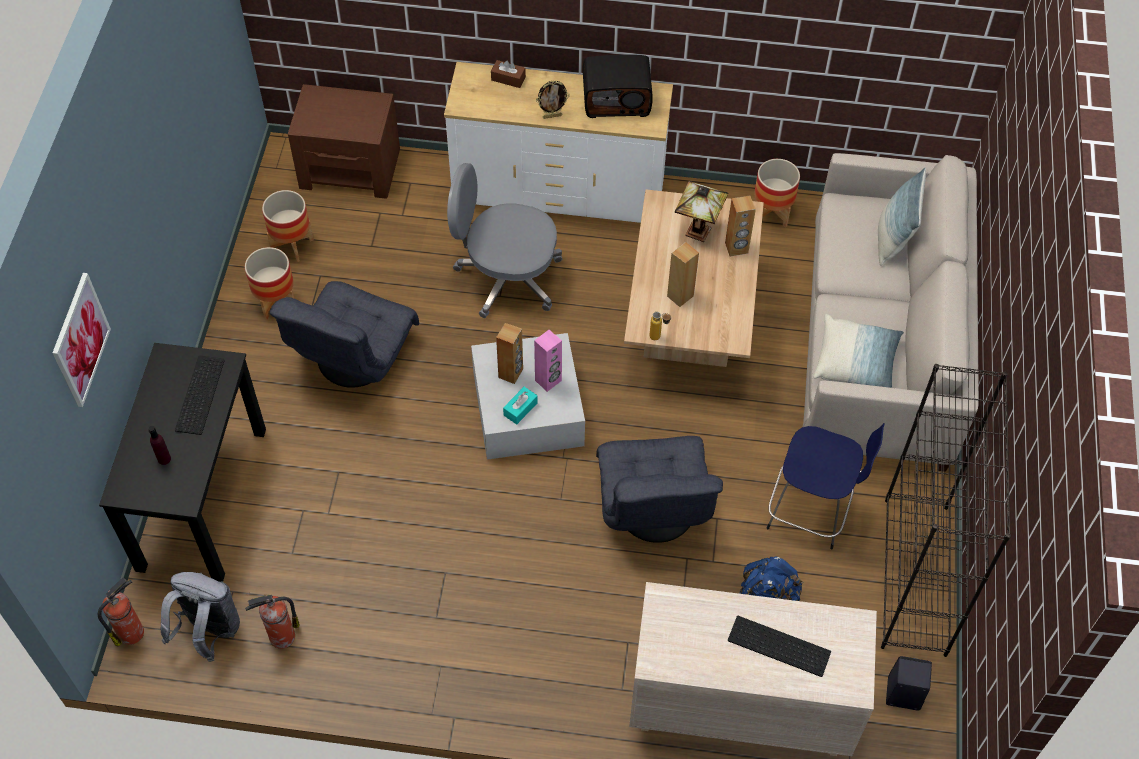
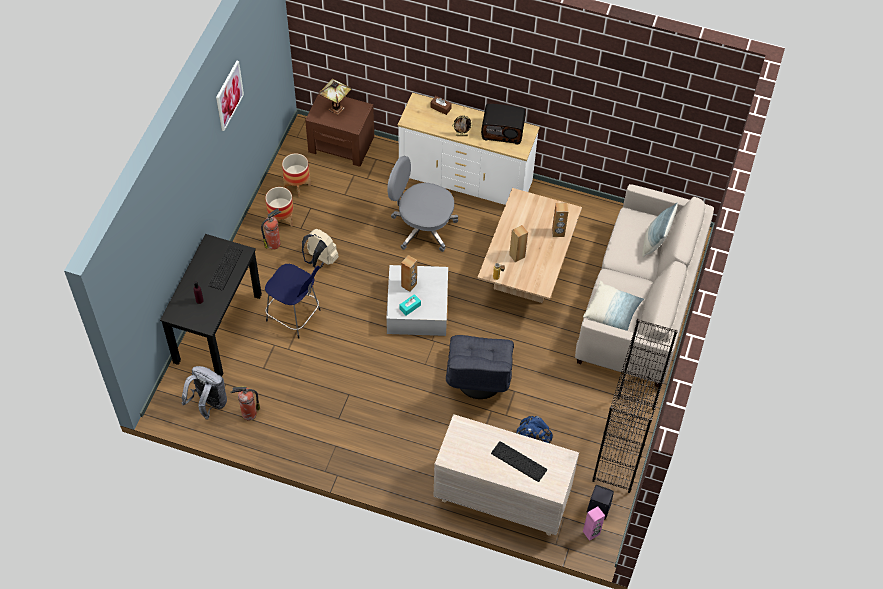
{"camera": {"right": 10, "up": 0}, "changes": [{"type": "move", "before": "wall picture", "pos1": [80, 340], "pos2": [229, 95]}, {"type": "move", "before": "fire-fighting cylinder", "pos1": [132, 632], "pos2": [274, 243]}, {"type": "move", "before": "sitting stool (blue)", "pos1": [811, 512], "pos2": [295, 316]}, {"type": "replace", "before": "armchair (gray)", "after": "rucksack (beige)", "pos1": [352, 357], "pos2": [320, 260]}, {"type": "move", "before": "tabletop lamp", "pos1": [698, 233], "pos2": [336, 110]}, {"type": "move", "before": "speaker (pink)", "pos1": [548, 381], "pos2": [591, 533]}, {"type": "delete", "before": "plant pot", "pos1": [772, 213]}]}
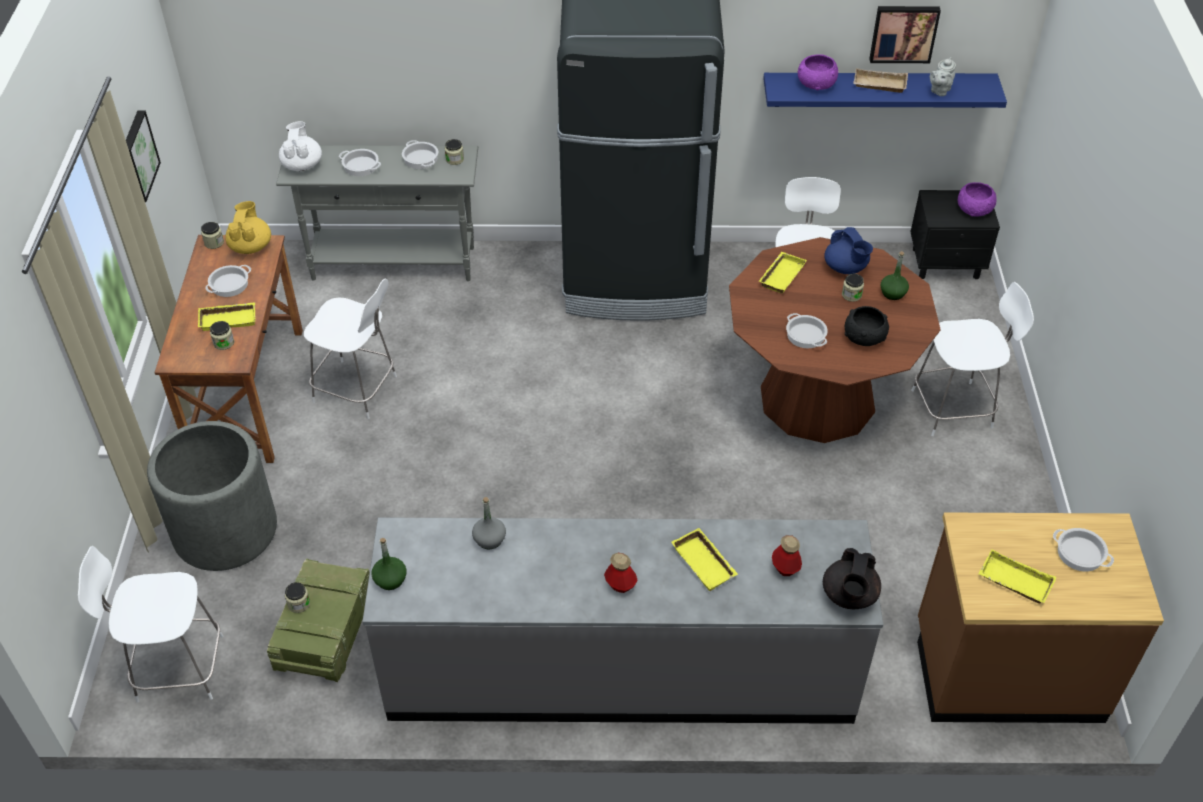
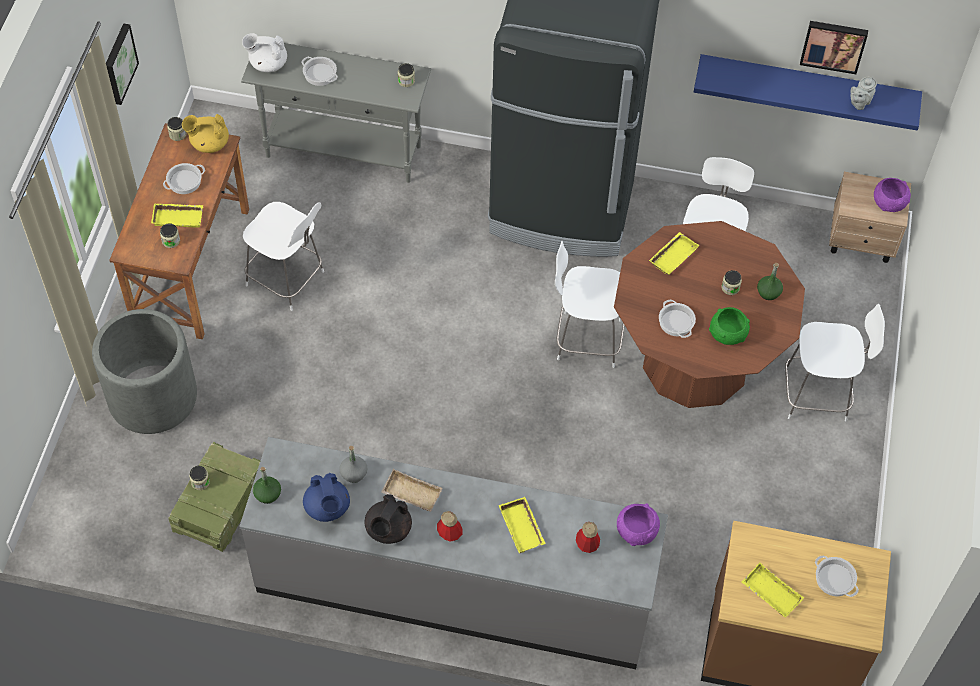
{"camera": {"right": 10, "up": 10}, "changes": [{"type": "rotate", "before": "pot for tea (yellowish)", "pos1": [251, 246], "pos2": [209, 143], "turn": -105}, {"type": "rotate", "before": "pot for tea (white-coloured)", "pos1": [302, 165], "pos2": [267, 64], "turn": -90}, {"type": "move", "before": "pot for tea (blue)", "pos1": [846, 268], "pos2": [327, 508]}, {"type": "move", "before": "pot for tea (black)", "pos1": [849, 596], "pos2": [388, 530]}, {"type": "move", "before": "serving tray (beige)", "pos1": [878, 85], "pos2": [410, 494]}, {"type": "move", "before": "plain chair (white-coloured)", "pos1": [176, 668], "pos2": [586, 339]}, {"type": "move", "before": "serving bowl (purple-coloured)", "pos1": [816, 84], "pos2": [636, 531]}, {"type": "recolor", "before": "serving bowl (black)", "after": "serving bowl (green)", "pos1": [864, 337], "pos2": [727, 333]}, {"type": "recolor", "before": "bedside table (black)", "after": "bedside table (beige)", "pos1": [946, 263], "pos2": [862, 240]}, {"type": "delete", "before": "saucepot", "pos1": [420, 159]}]}
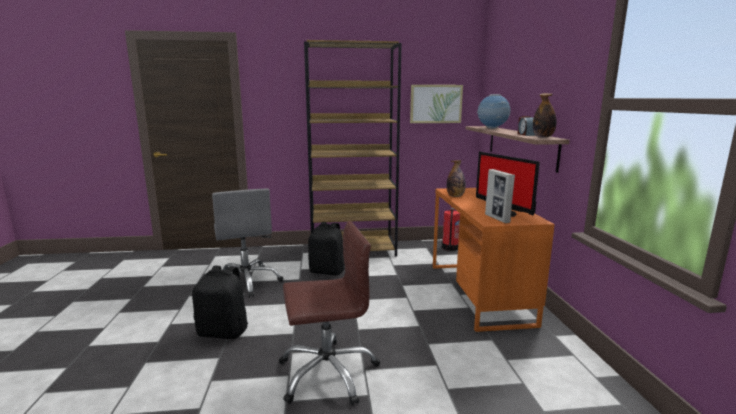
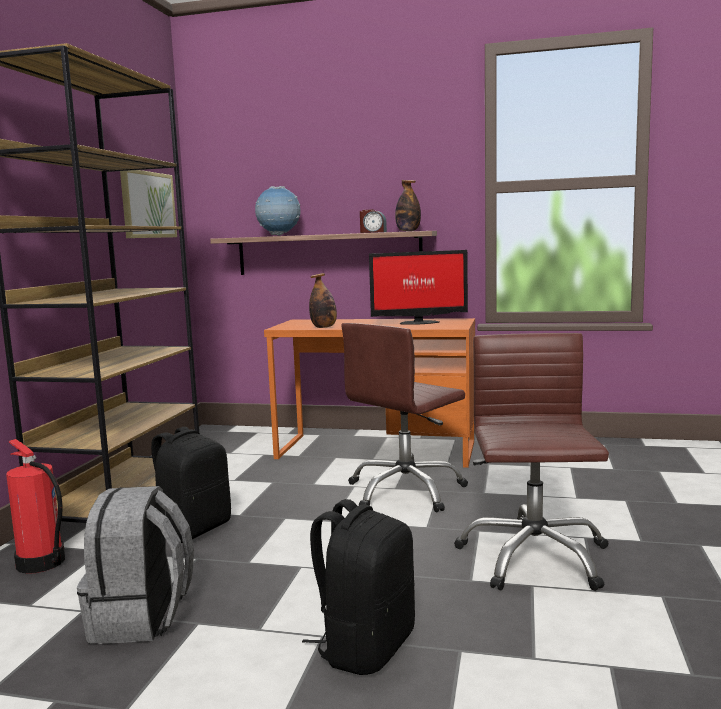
{"camera": {"right": -70, "up": -5}, "changes": [{"type": "move", "before": "fire-fighting cylinder", "pos1": [450, 248], "pos2": [41, 563]}, {"type": "replace", "before": "computer chair (gray)", "after": "rucksack (gray)", "pos1": [247, 282], "pos2": [142, 619]}, {"type": "insert", "after": "computer chair (brownish)", "pos2": [406, 491]}, {"type": "delete", "before": "photo frame", "pos1": [497, 218]}]}
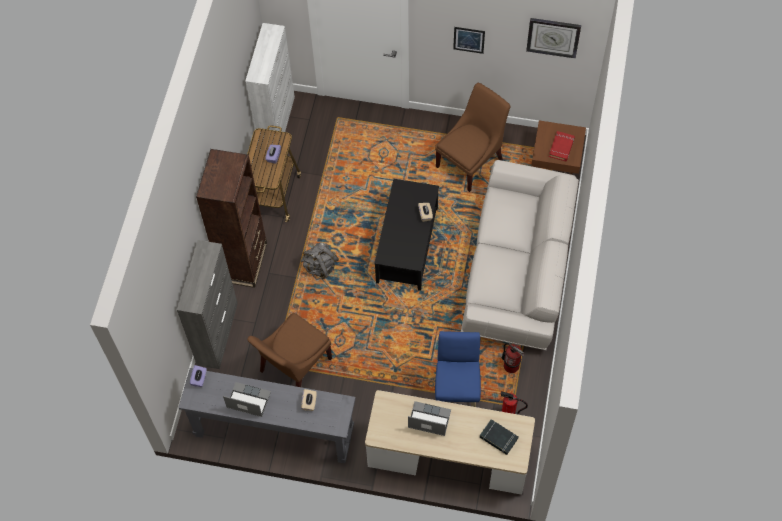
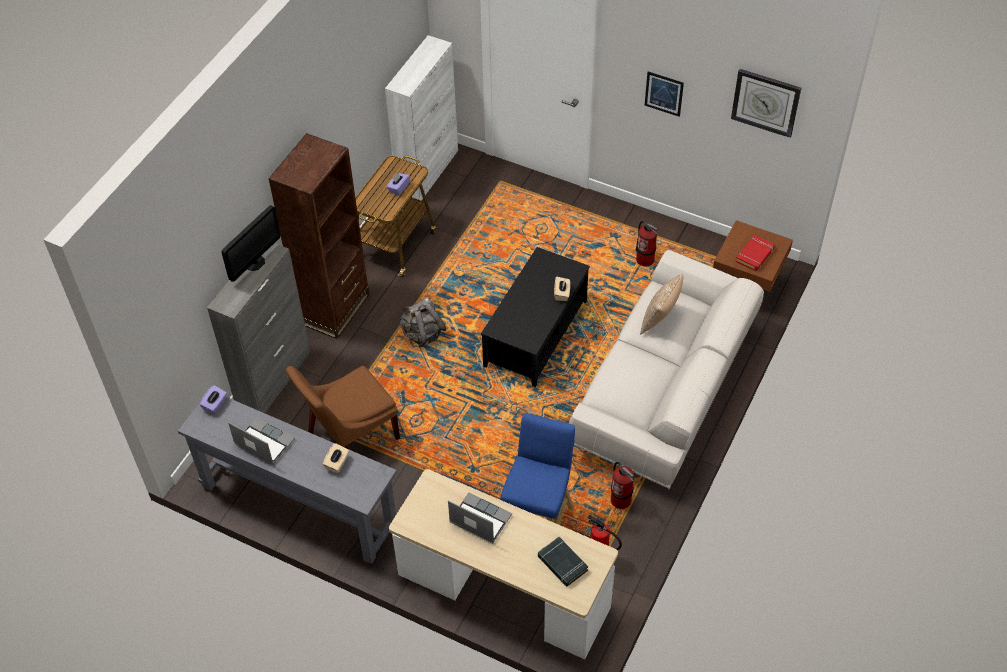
{"camera": {"right": 15, "up": -10}, "changes": [{"type": "insert", "after": "computer screen", "pos2": [255, 263]}, {"type": "replace", "before": "plain chair (brownish)", "after": "fire-fighting cylinder", "pos1": [471, 161], "pos2": [645, 259]}, {"type": "insert", "after": "cushion", "pos2": [660, 319]}]}
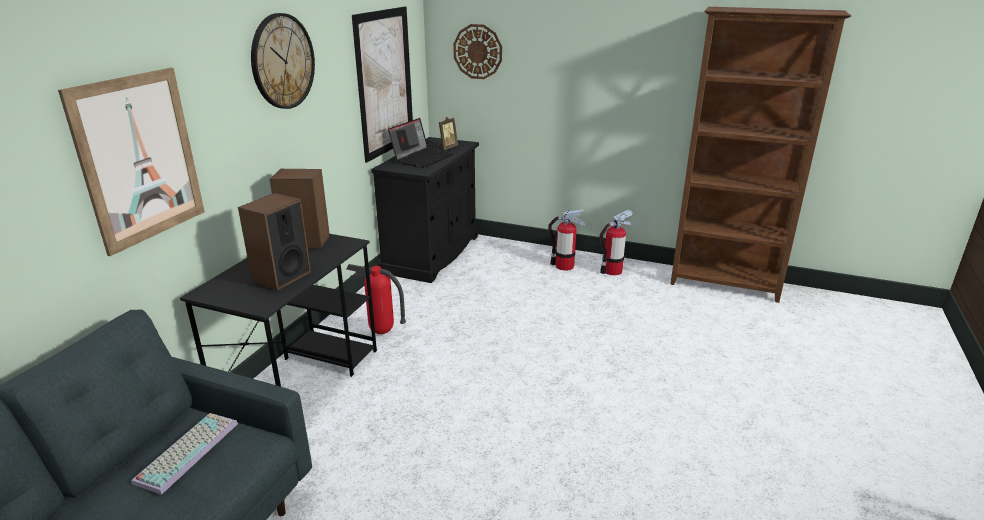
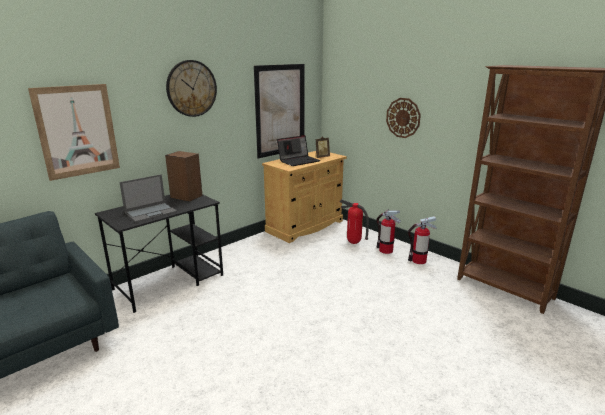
{"camera": {"right": 25, "up": -5}, "changes": [{"type": "replace", "before": "speaker", "after": "laptop", "pos1": [281, 277], "pos2": [151, 212]}, {"type": "recolor", "before": "storage cabinet (black)", "after": "storage cabinet (beige)", "pos1": [432, 254], "pos2": [305, 226]}, {"type": "move", "before": "fire-fighting cylinder", "pos1": [381, 332], "pos2": [353, 243]}, {"type": "move", "before": "wall clock", "pos1": [478, 51], "pos2": [403, 118]}, {"type": "delete", "before": "keyboard", "pos1": [187, 450]}]}
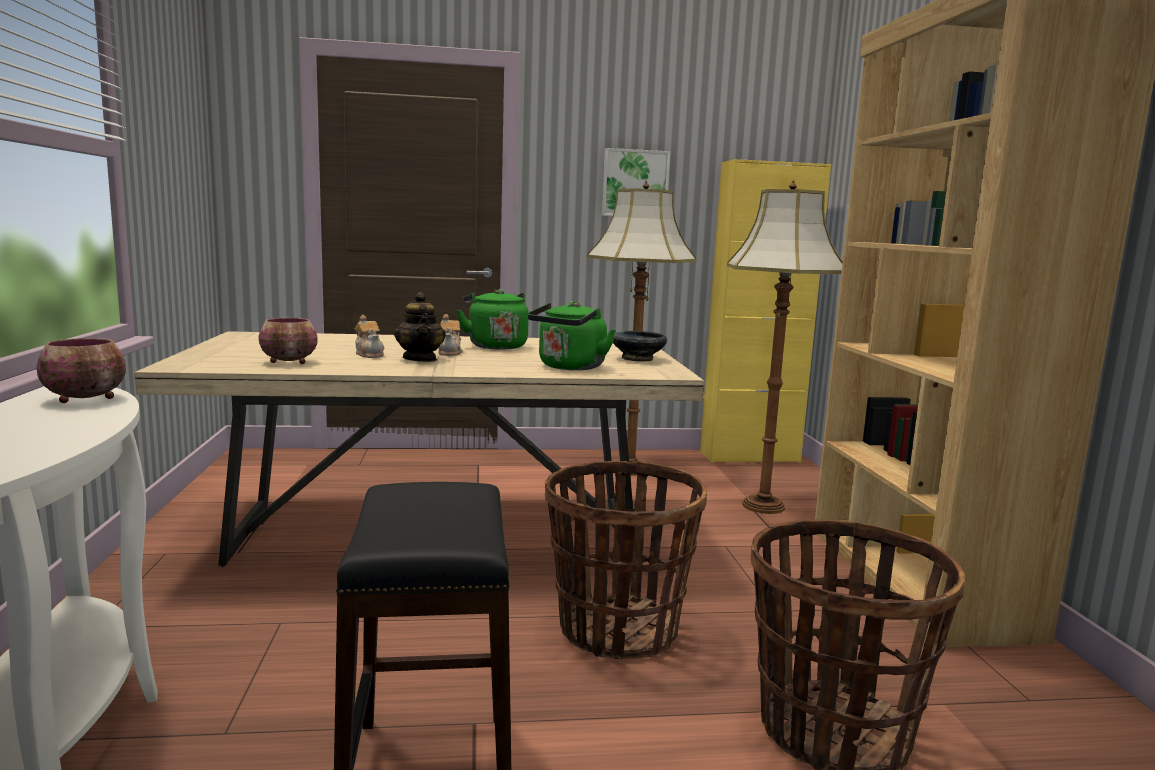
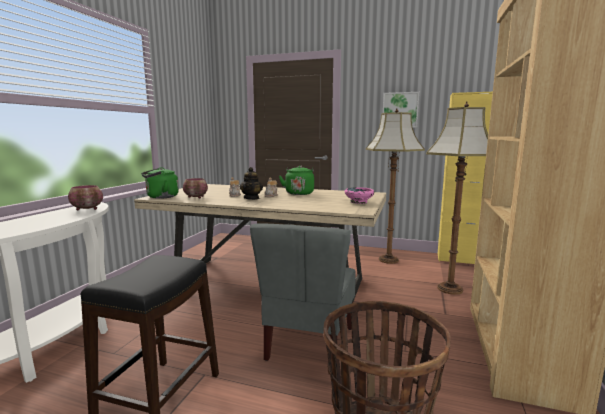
{"camera": {"right": 25, "up": 0}, "changes": [{"type": "move", "before": "water kettle (green)", "pos1": [569, 367], "pos2": [160, 197]}, {"type": "replace", "before": "basket", "after": "plain chair (gray)", "pos1": [617, 630], "pos2": [308, 343]}, {"type": "recolor", "before": "serving bowl (black)", "after": "serving bowl (pink)", "pos1": [637, 359], "pos2": [359, 202]}]}
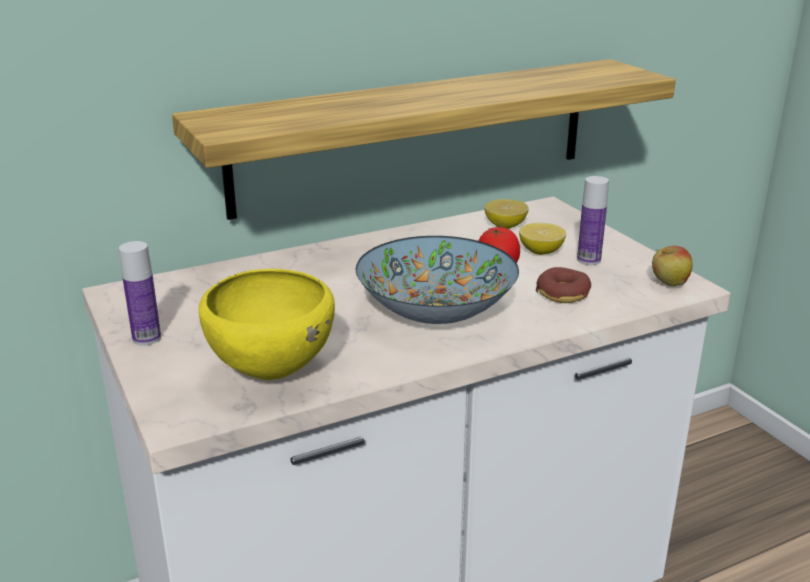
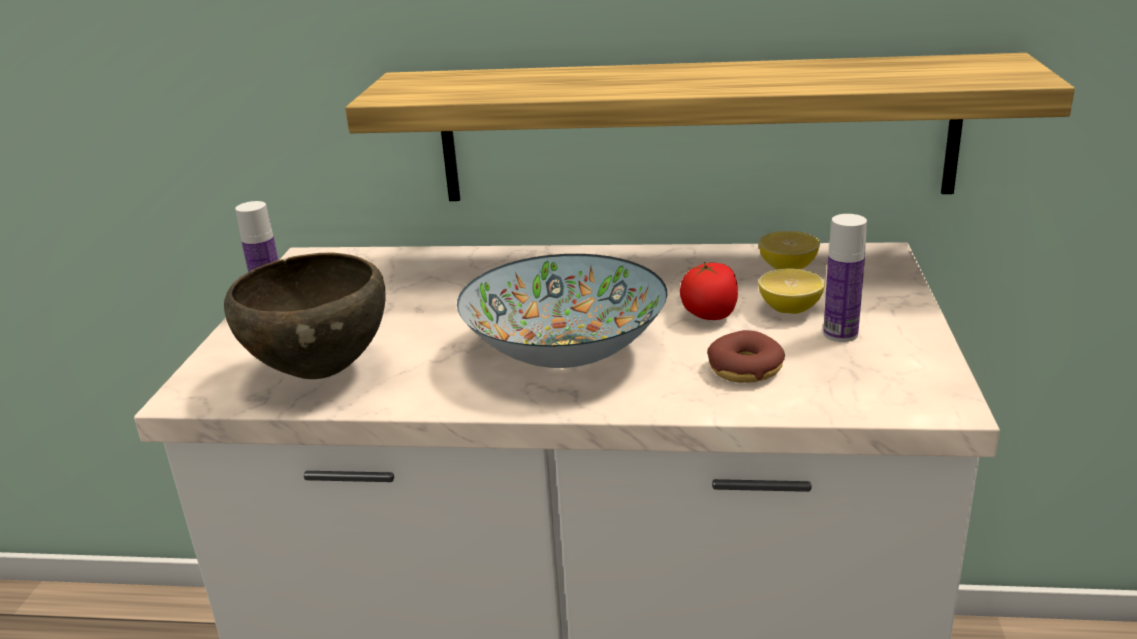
{"camera": {"right": 35, "up": 0}, "changes": [{"type": "recolor", "before": "serving bowl (yellowish)", "after": "serving bowl (brownish)", "pos1": [271, 373], "pos2": [322, 372]}, {"type": "delete", "before": "apple", "pos1": [668, 284]}]}
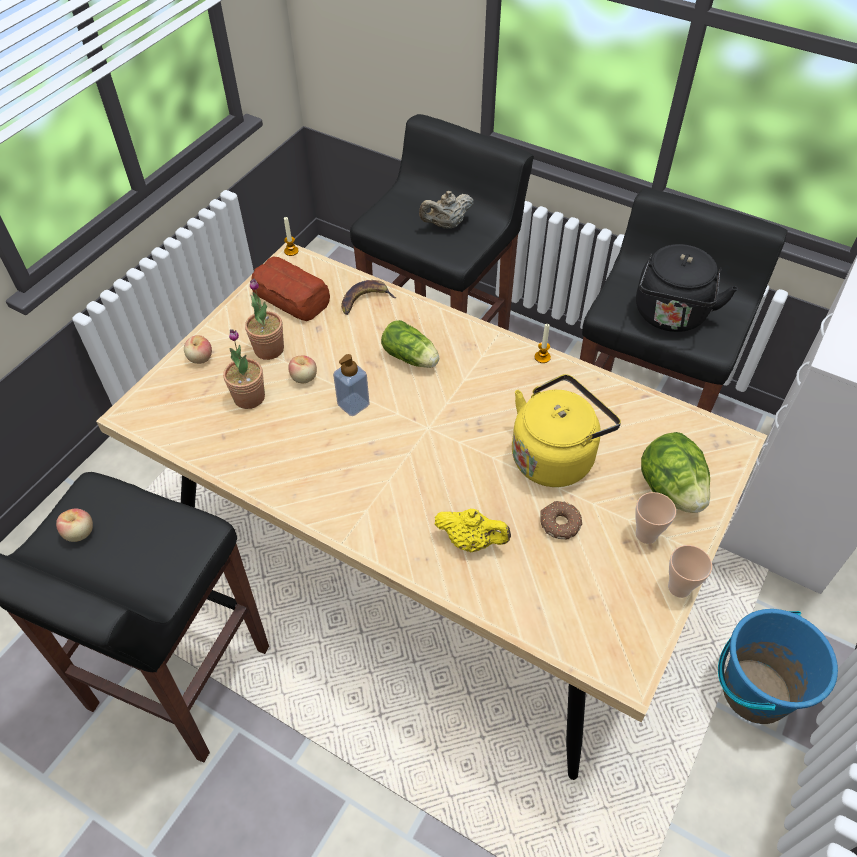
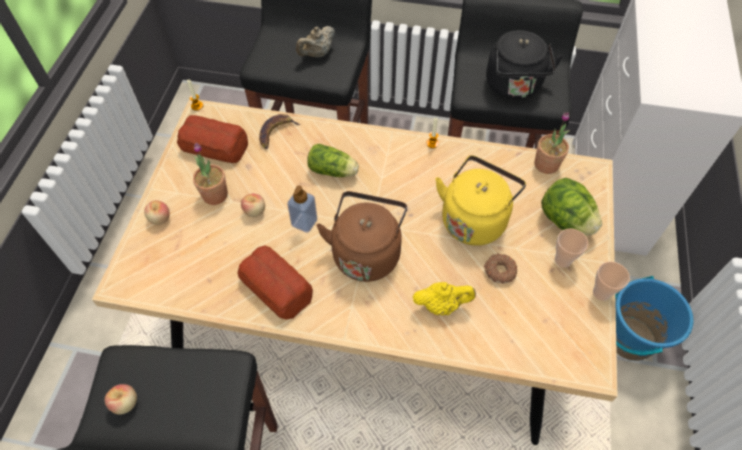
{"camera": {"right": -20, "up": 5}, "changes": [{"type": "insert", "after": "bread", "pos2": [276, 286]}, {"type": "insert", "after": "water kettle (brownish)", "pos2": [366, 252]}, {"type": "move", "before": "plant in a pot", "pos1": [249, 397], "pos2": [546, 164]}]}
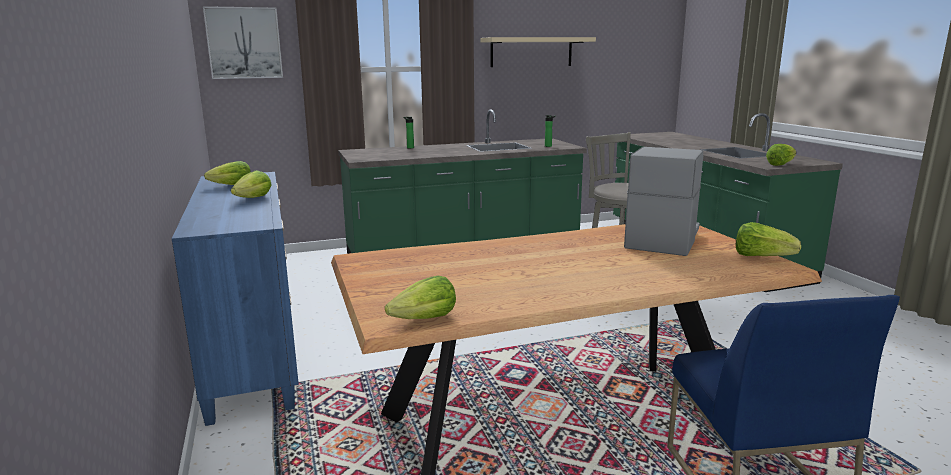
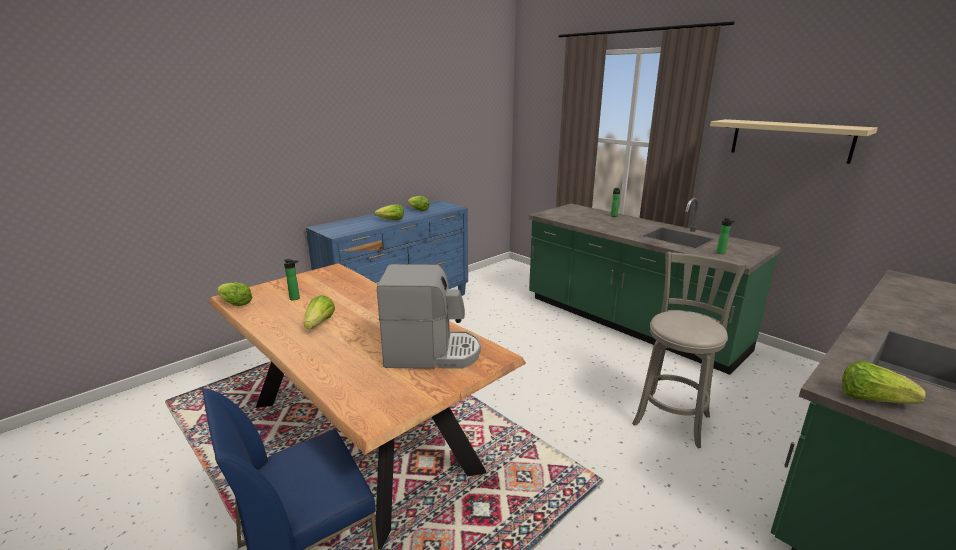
{"camera": {"right": 65, "up": 5}, "changes": [{"type": "insert", "after": "bottle", "pos2": [296, 298]}, {"type": "move", "before": "head of lettuce", "pos1": [761, 257], "pos2": [319, 324]}, {"type": "delete", "before": "wall picture", "pos1": [244, 43]}]}
